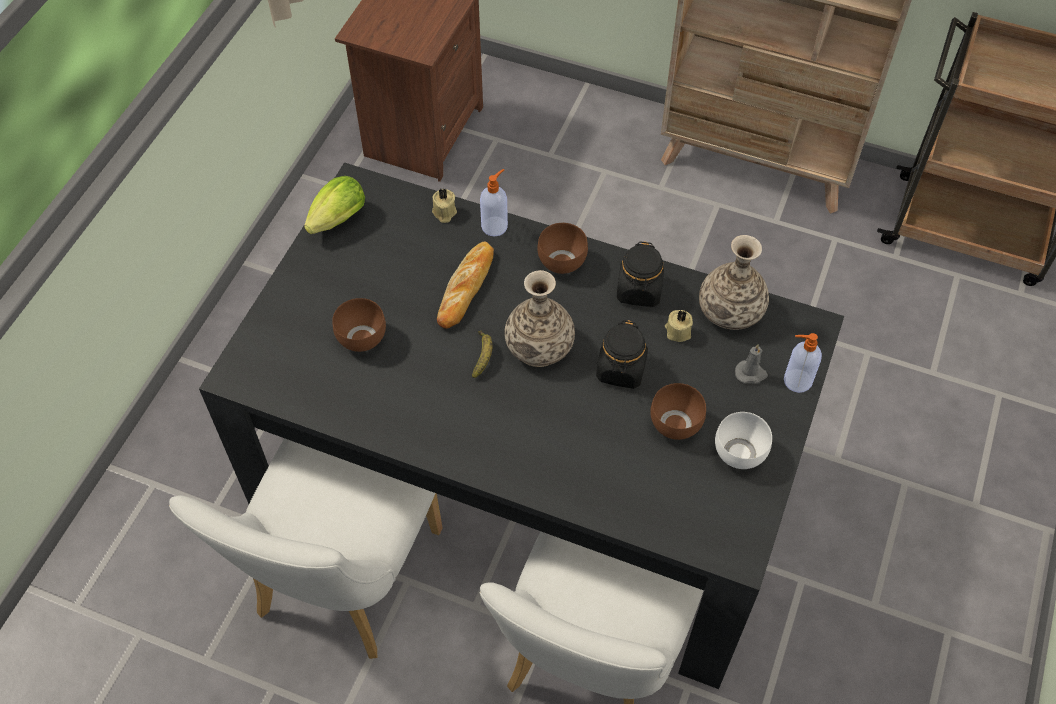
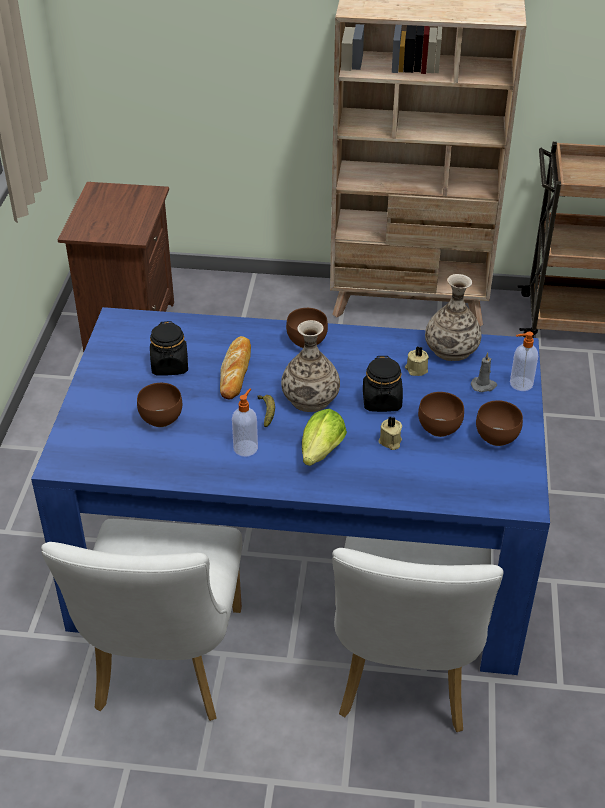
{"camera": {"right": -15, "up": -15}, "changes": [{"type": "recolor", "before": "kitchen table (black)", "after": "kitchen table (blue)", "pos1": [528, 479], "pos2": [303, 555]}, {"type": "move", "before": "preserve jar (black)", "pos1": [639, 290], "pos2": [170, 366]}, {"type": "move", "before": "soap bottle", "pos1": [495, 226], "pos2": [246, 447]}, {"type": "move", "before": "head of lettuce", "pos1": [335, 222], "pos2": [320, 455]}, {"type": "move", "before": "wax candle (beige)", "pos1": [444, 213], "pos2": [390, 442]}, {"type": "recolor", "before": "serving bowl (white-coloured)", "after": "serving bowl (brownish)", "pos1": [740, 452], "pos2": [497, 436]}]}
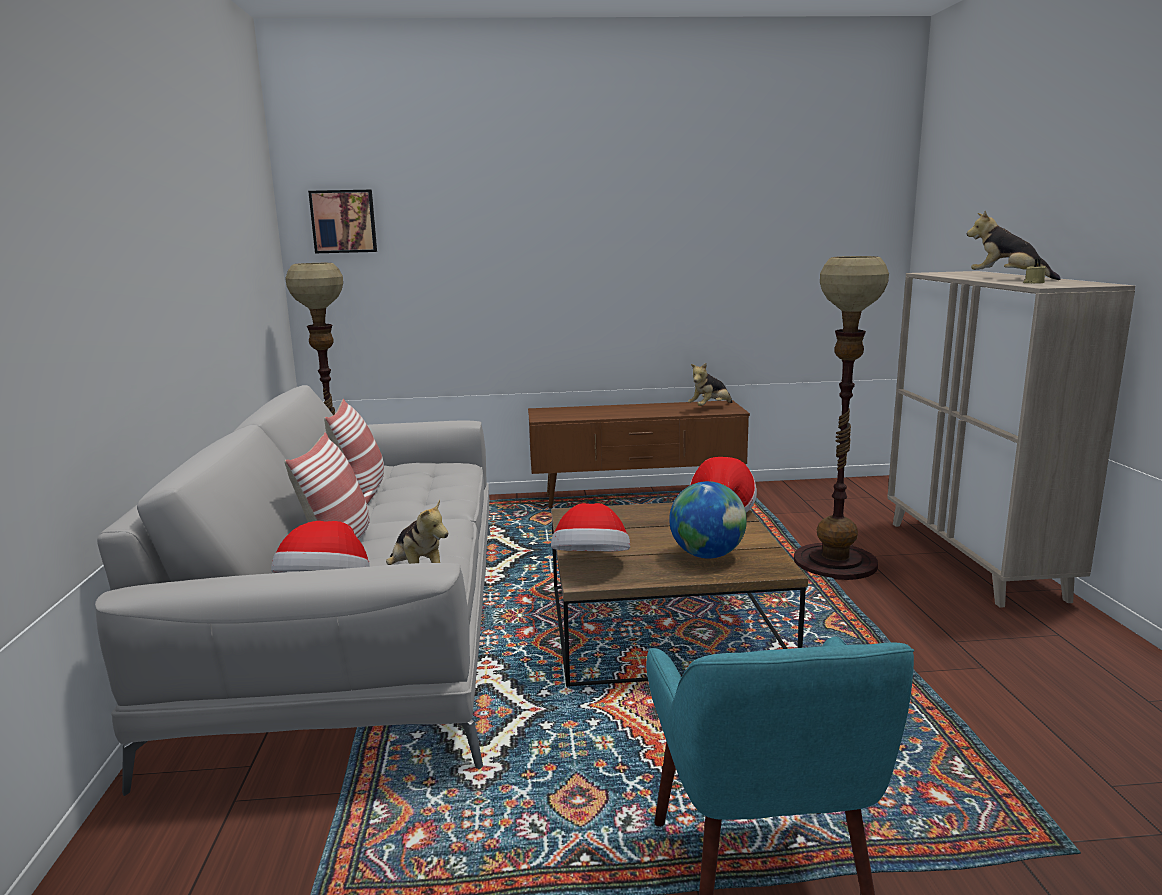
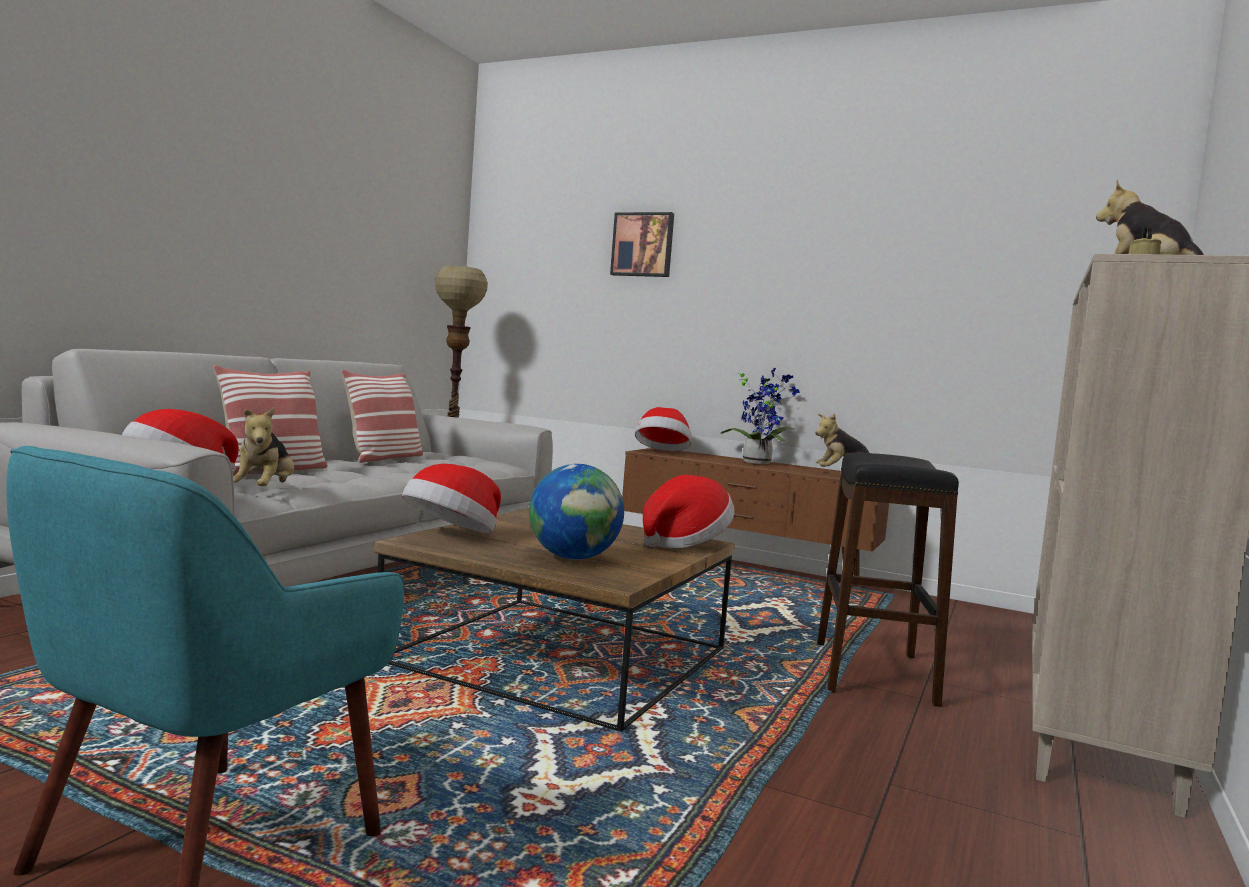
{"camera": {"right": 30, "up": -10}, "changes": [{"type": "move", "before": "wall picture", "pos1": [344, 221], "pos2": [643, 245]}, {"type": "insert", "after": "hat", "pos2": [662, 452]}, {"type": "insert", "after": "plant in a pot", "pos2": [758, 462]}, {"type": "replace", "before": "floor lamp", "after": "sitting stool (black)", "pos1": [835, 562], "pos2": [874, 673]}]}
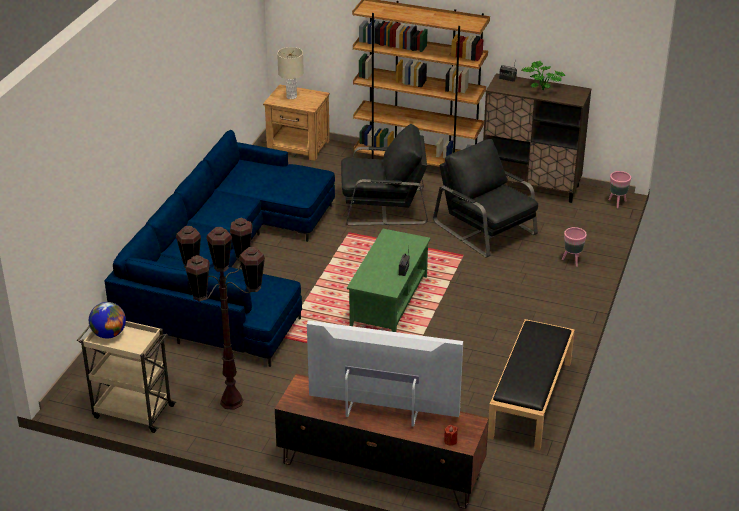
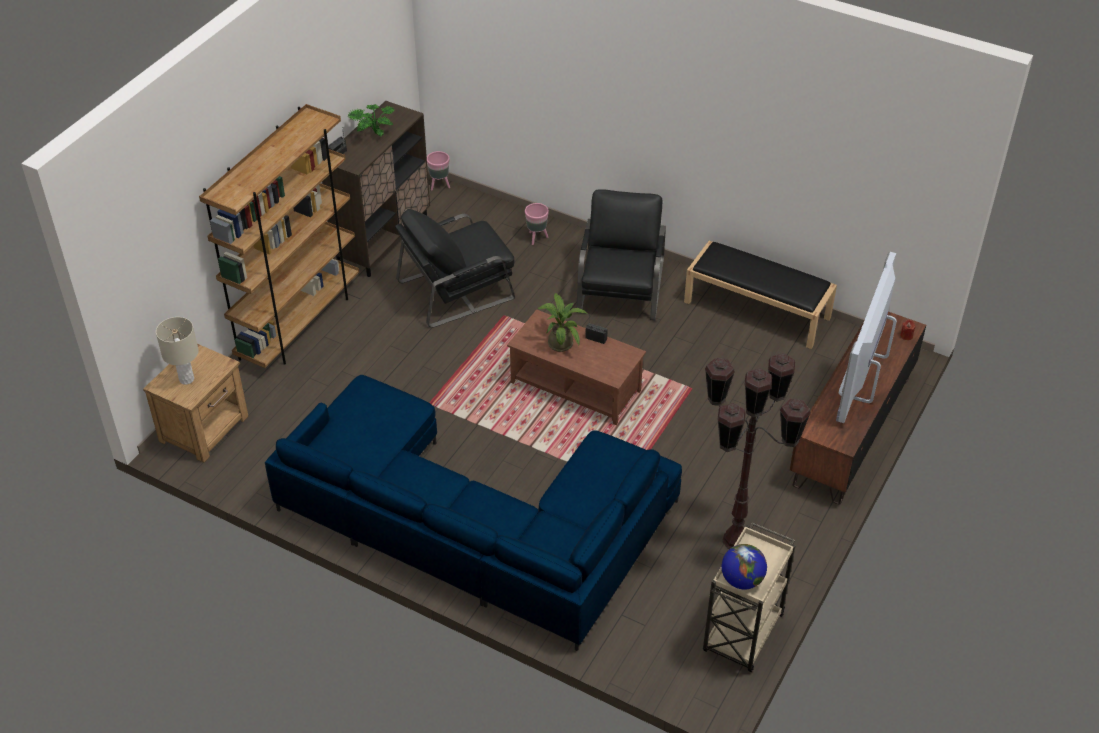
{"camera": {"right": -80, "up": 10}, "changes": [{"type": "recolor", "before": "lounge table (green)", "after": "lounge table (brownish)", "pos1": [388, 300], "pos2": [575, 387]}, {"type": "insert", "after": "plant in a pot", "pos2": [561, 341]}, {"type": "move", "before": "armchair (black)", "pos1": [384, 206], "pos2": [621, 287]}]}
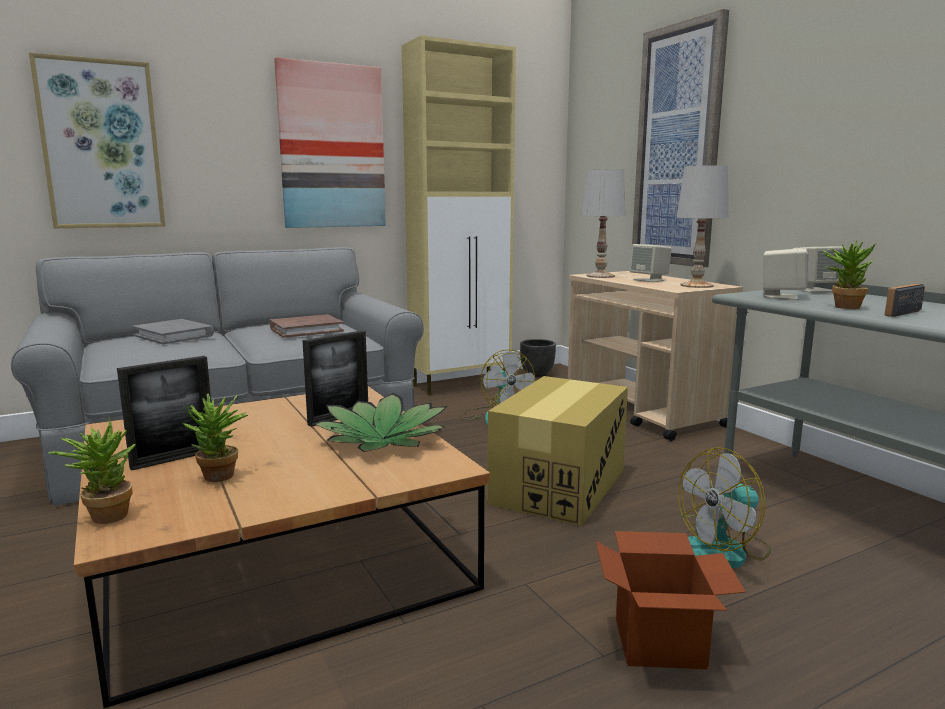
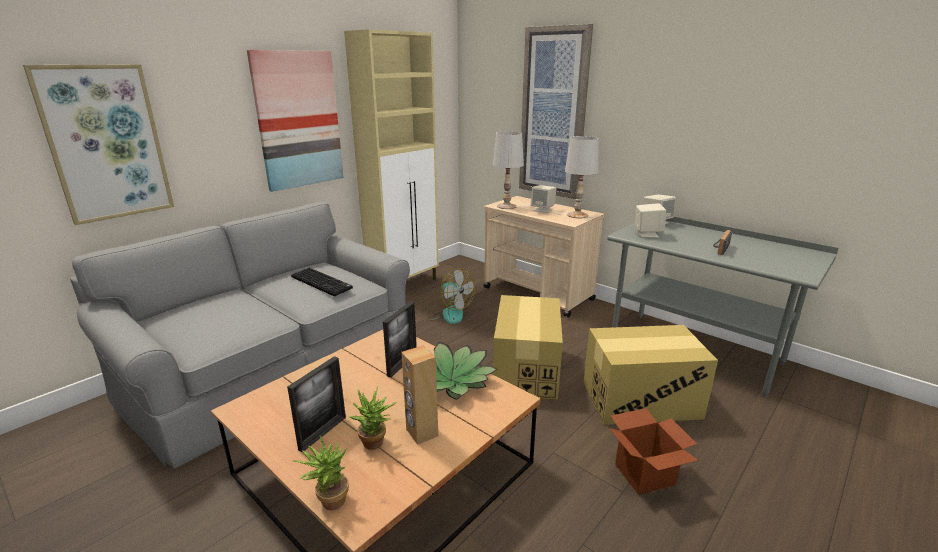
{"camera": {"right": -20, "up": 10}, "changes": [{"type": "replace", "before": "book (brownish)", "after": "keyboard", "pos1": [306, 330], "pos2": [322, 282]}, {"type": "insert", "after": "speaker (brownish)", "pos2": [421, 433]}, {"type": "replace", "before": "cooling fan", "after": "cardboard box", "pos1": [722, 550], "pos2": [641, 400]}, {"type": "delete", "before": "book (gray)", "pos1": [174, 335]}, {"type": "delete", "before": "plant pot (black)", "pos1": [536, 374]}, {"type": "delete", "before": "plant in a pot", "pos1": [842, 306]}]}
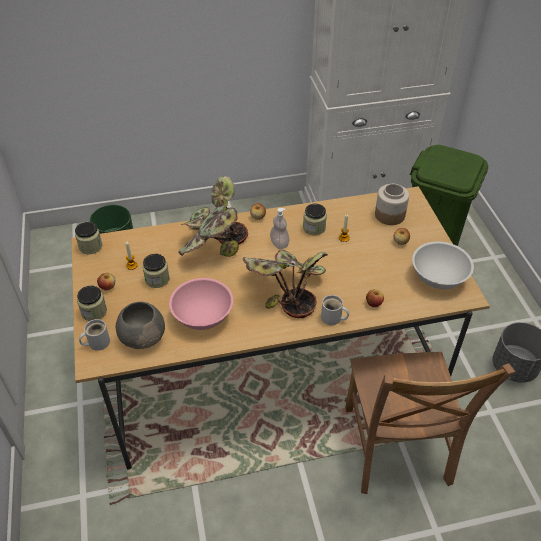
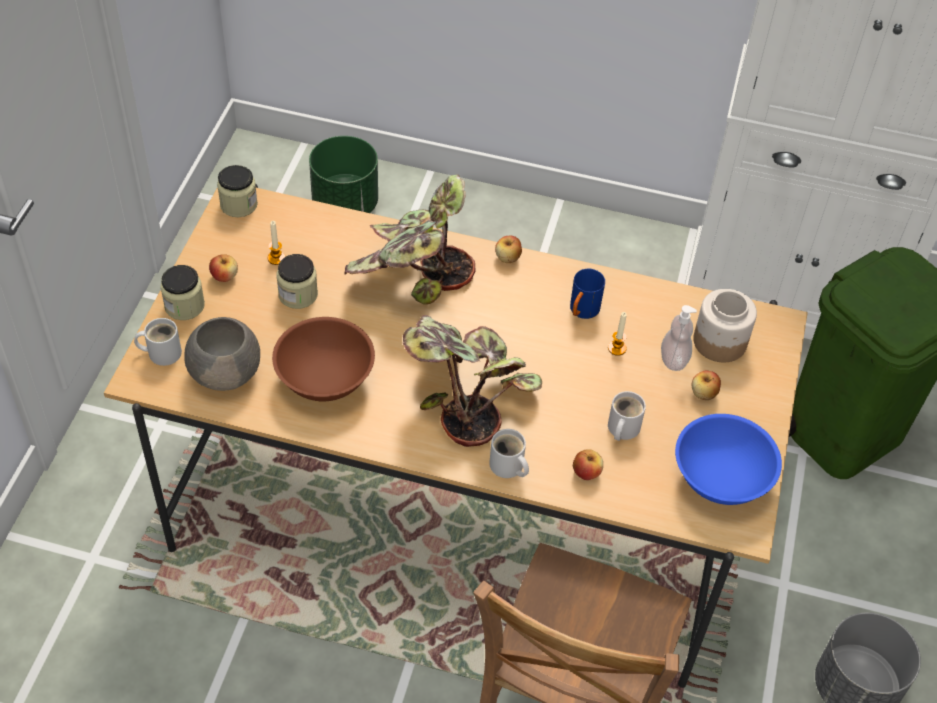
{"camera": {"right": 25, "up": 5}, "changes": [{"type": "recolor", "before": "serving bowl (pink)", "after": "serving bowl (brownish)", "pos1": [202, 316], "pos2": [324, 378]}, {"type": "replace", "before": "preserve jar", "after": "tea mug (blue)", "pos1": [314, 228], "pos2": [582, 312]}, {"type": "insert", "after": "tea mug (white-coloured)", "pos2": [621, 428]}, {"type": "move", "before": "soap bottle", "pos1": [279, 244], "pos2": [673, 359]}, {"type": "recolor", "before": "serving bowl (white-coloured)", "after": "serving bowl (blue)", "pos1": [438, 278], "pos2": [720, 478]}]}
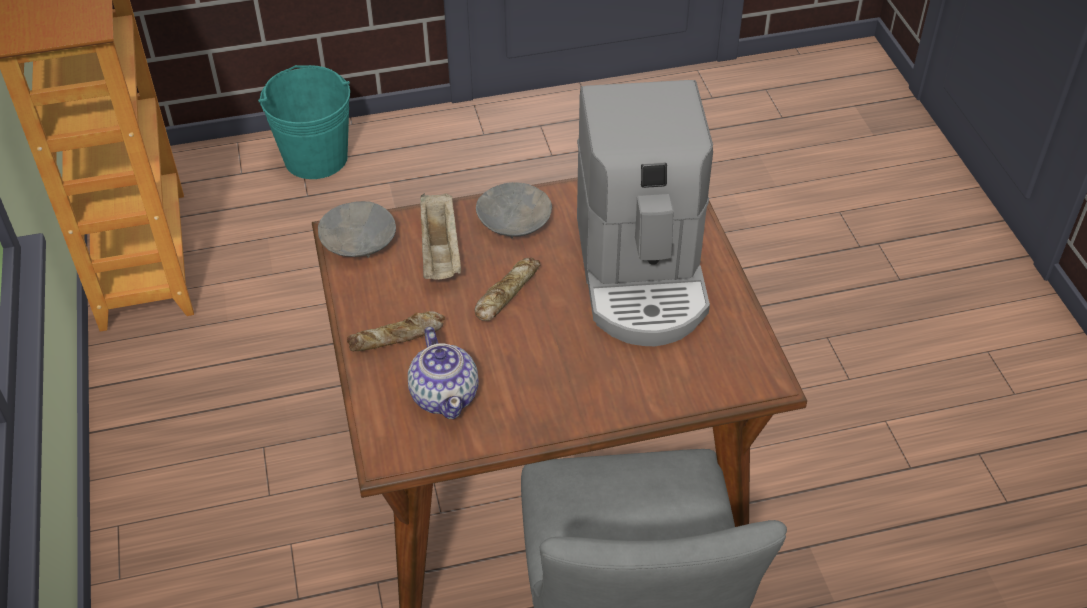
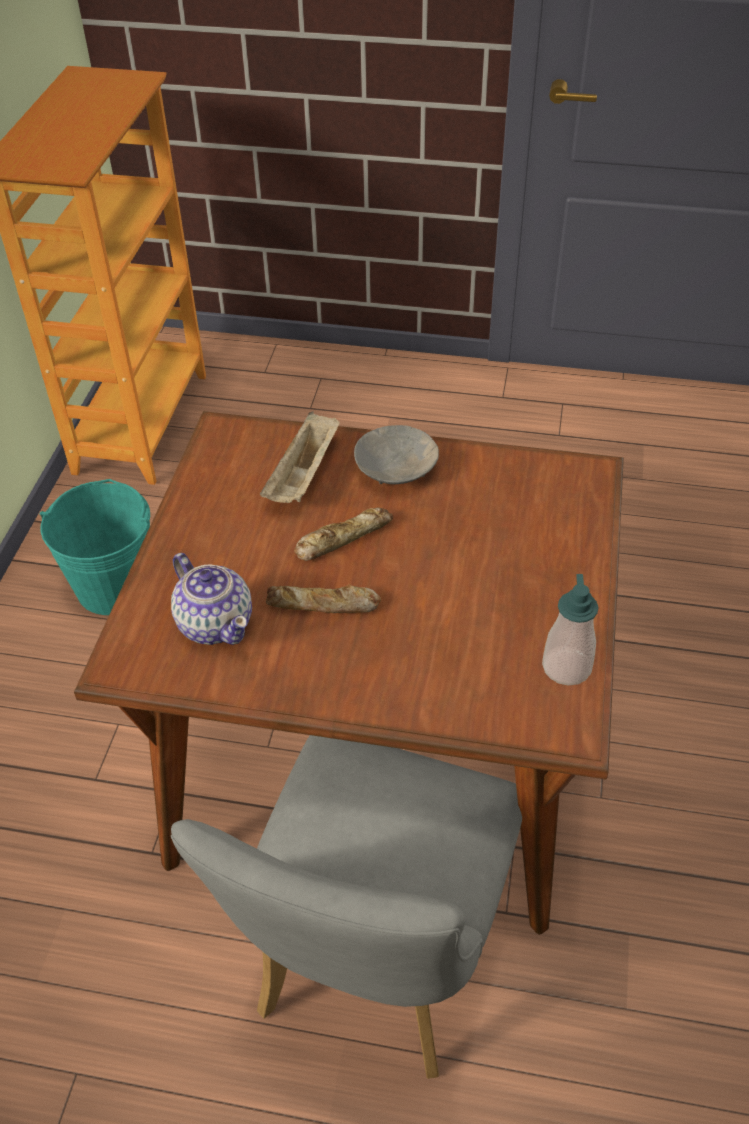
{"camera": {"right": 25, "up": 0}, "changes": [{"type": "move", "before": "pail (turquoise-coloured)", "pos1": [316, 158], "pos2": [114, 586]}, {"type": "rotate", "before": "pot for tea", "pos1": [445, 395], "pos2": [215, 623], "turn": -45}, {"type": "move", "before": "bread", "pos1": [397, 337], "pos2": [323, 605]}, {"type": "insert", "after": "soap bottle", "pos2": [566, 667]}, {"type": "delete", "before": "serving bowl (gray)", "pos1": [358, 242]}, {"type": "delete", "before": "coffee maker", "pos1": [642, 274]}]}
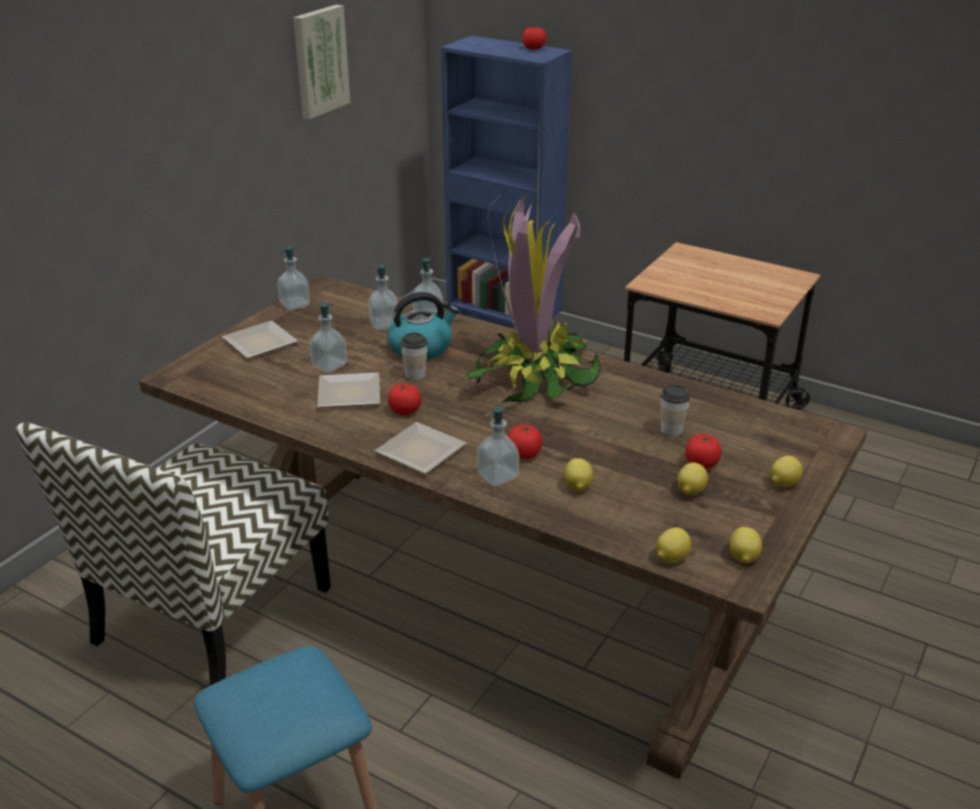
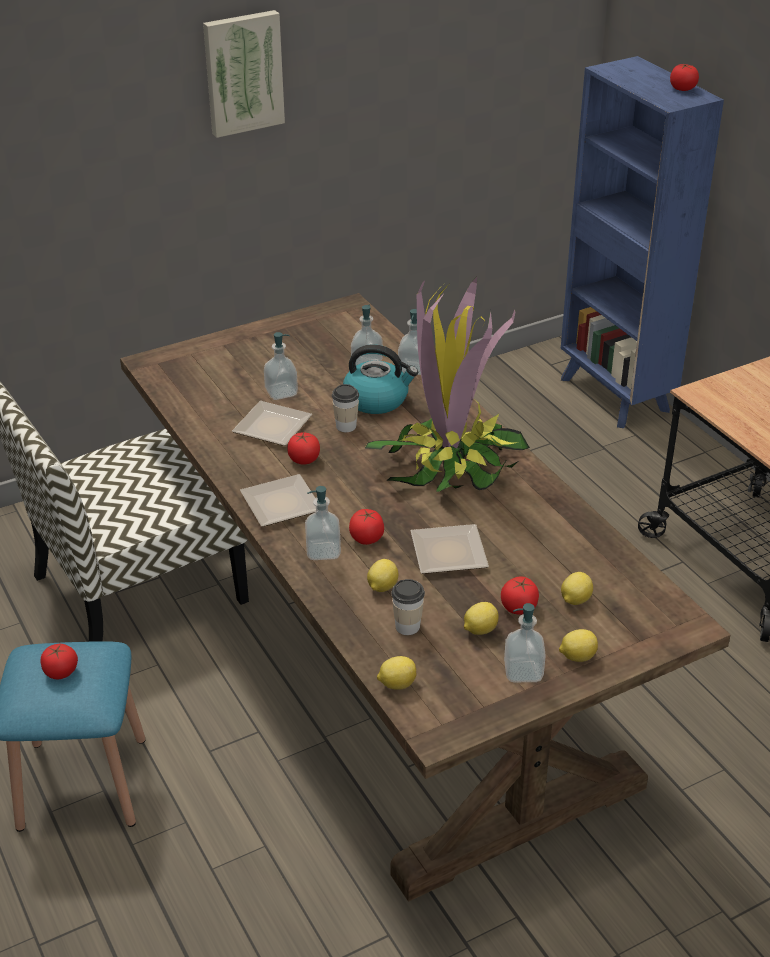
{"camera": {"right": 30, "up": 5}, "changes": [{"type": "insert", "after": "fresh tomato", "pos2": [61, 672]}, {"type": "move", "before": "wall picture", "pos1": [319, 61], "pos2": [243, 72]}, {"type": "move", "before": "small cup", "pos1": [671, 430], "pos2": [407, 626]}, {"type": "move", "before": "dinner plate", "pos1": [263, 343], "pos2": [451, 554]}, {"type": "move", "before": "soap bottle", "pos1": [295, 304], "pos2": [523, 672]}, {"type": "move", "before": "whole lemon", "pos1": [743, 558], "pos2": [575, 600]}]}
